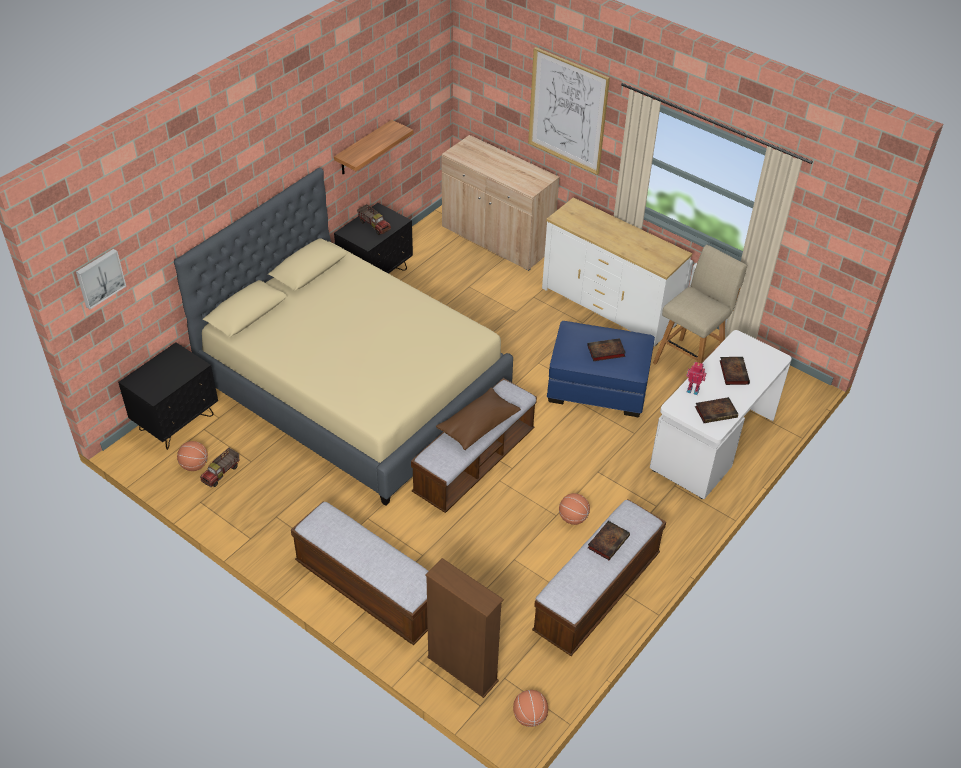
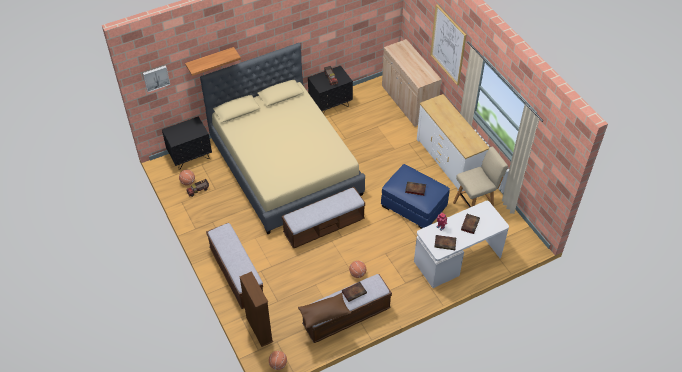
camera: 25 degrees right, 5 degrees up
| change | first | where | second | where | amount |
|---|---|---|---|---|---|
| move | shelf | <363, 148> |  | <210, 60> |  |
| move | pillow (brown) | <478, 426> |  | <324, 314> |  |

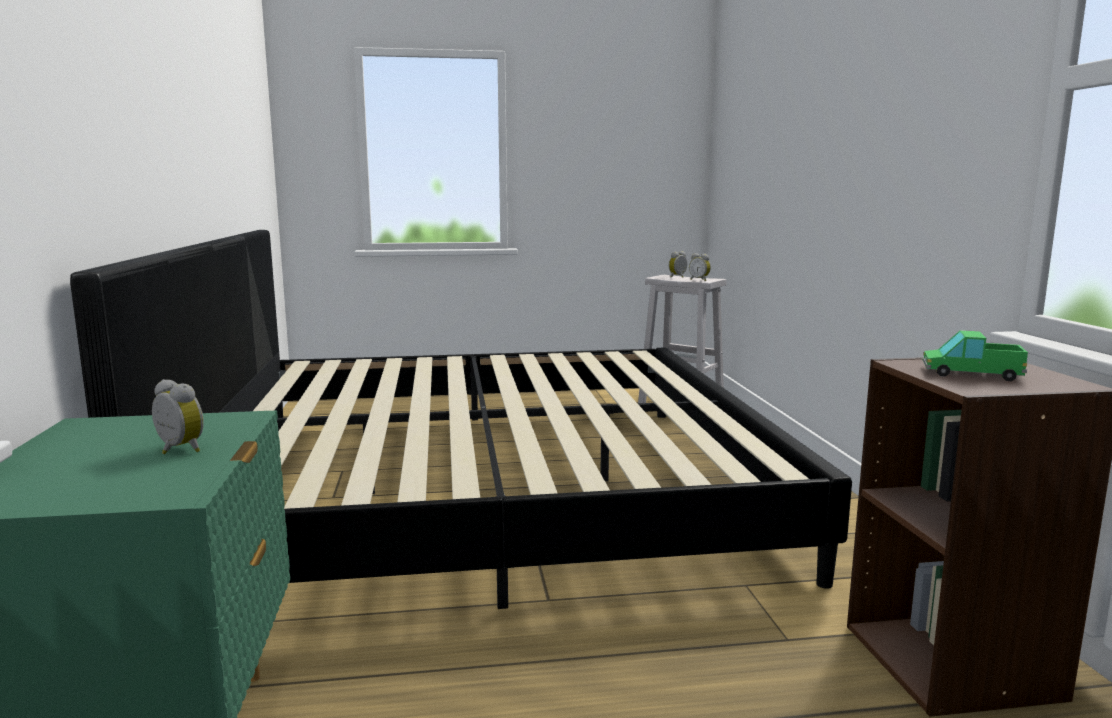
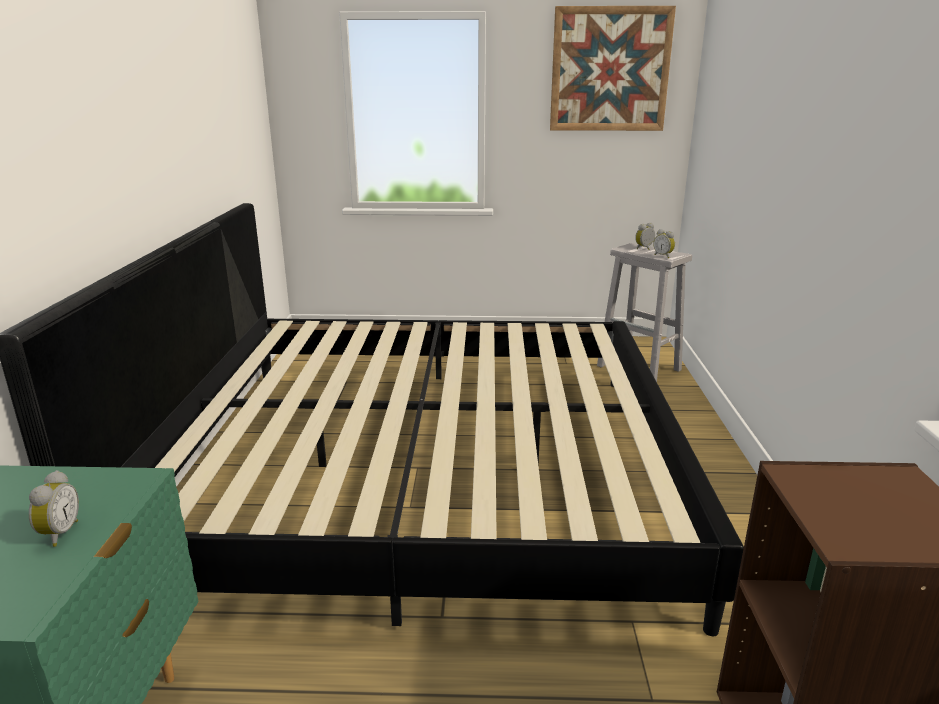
camera: 10 degrees right, 10 degrees up
| change | first | where | second | where | amount |
|---|---|---|---|---|---|
| rotate | alarm clock | <177, 450> |  | <58, 534> | 45 degrees clockwise |
| insert |  |  | picture | <610, 70> |  |
| delete | toy truck | <971, 374> |  |  |  |

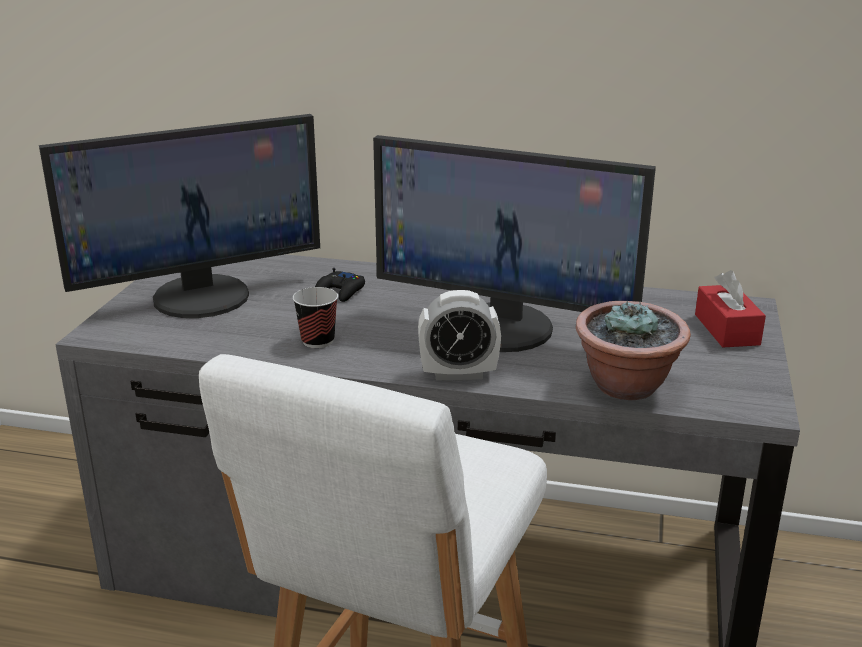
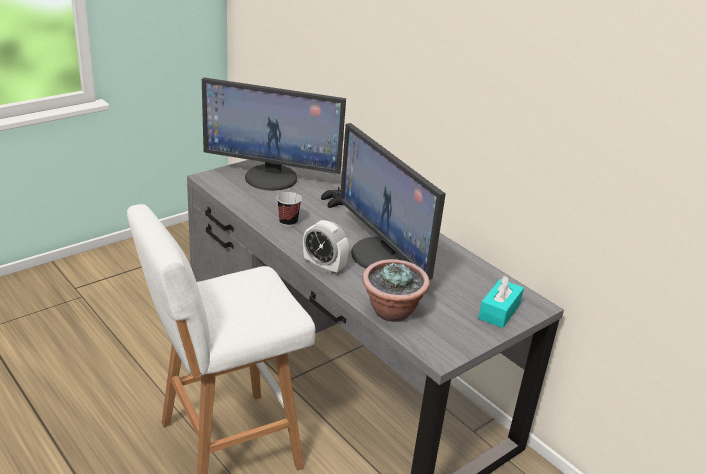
camera: 35 degrees right, 5 degrees up
| change | first | where | second | where | amount |
|---|---|---|---|---|---|
| recolor | tissue box (red) | <726, 329> | tissue box (turquoise) | <499, 311> |  |

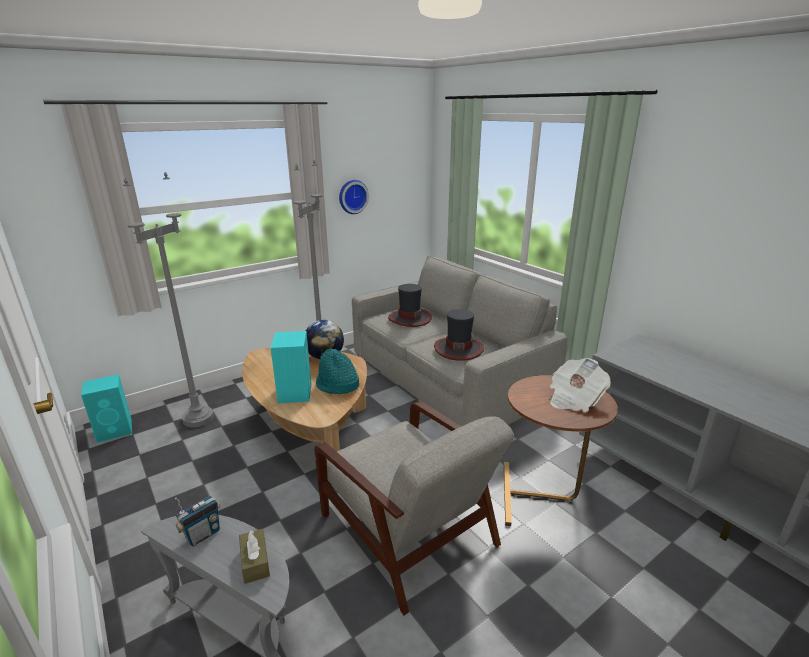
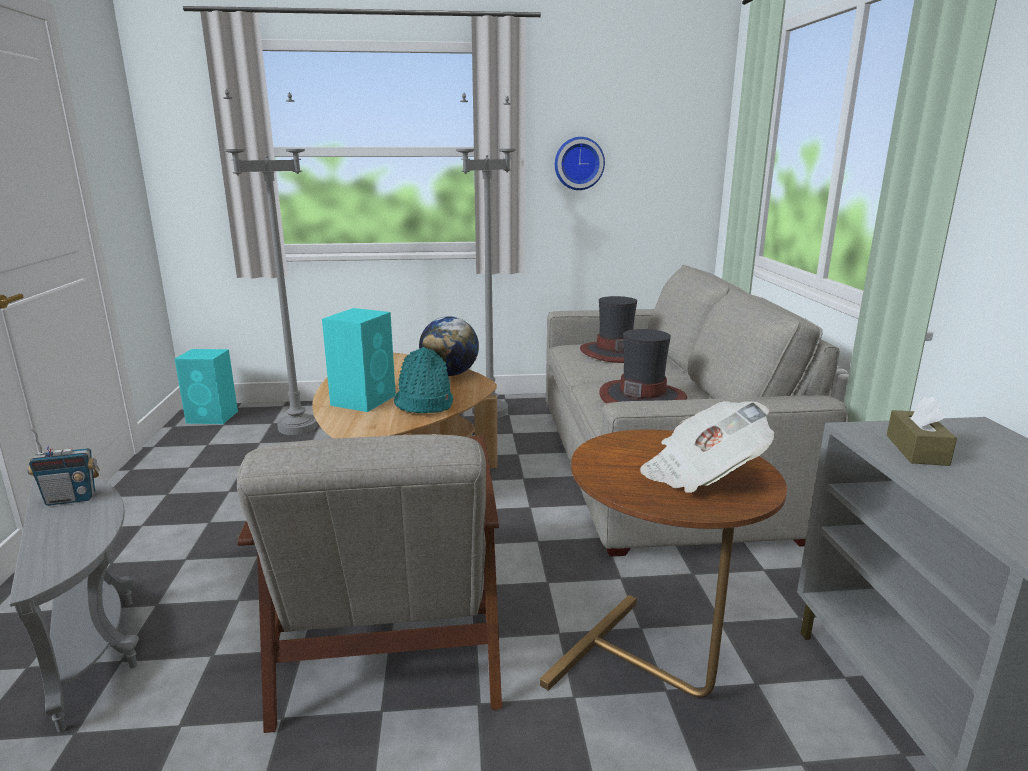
camera: 30 degrees right, 5 degrees down
| change | first | where | second | where | amount |
|---|---|---|---|---|---|
| move | tissue box (brown) | <255, 562> |  | <916, 450> |  |

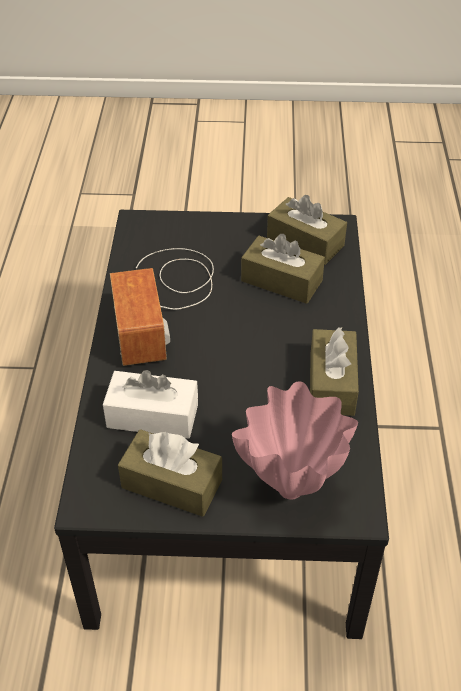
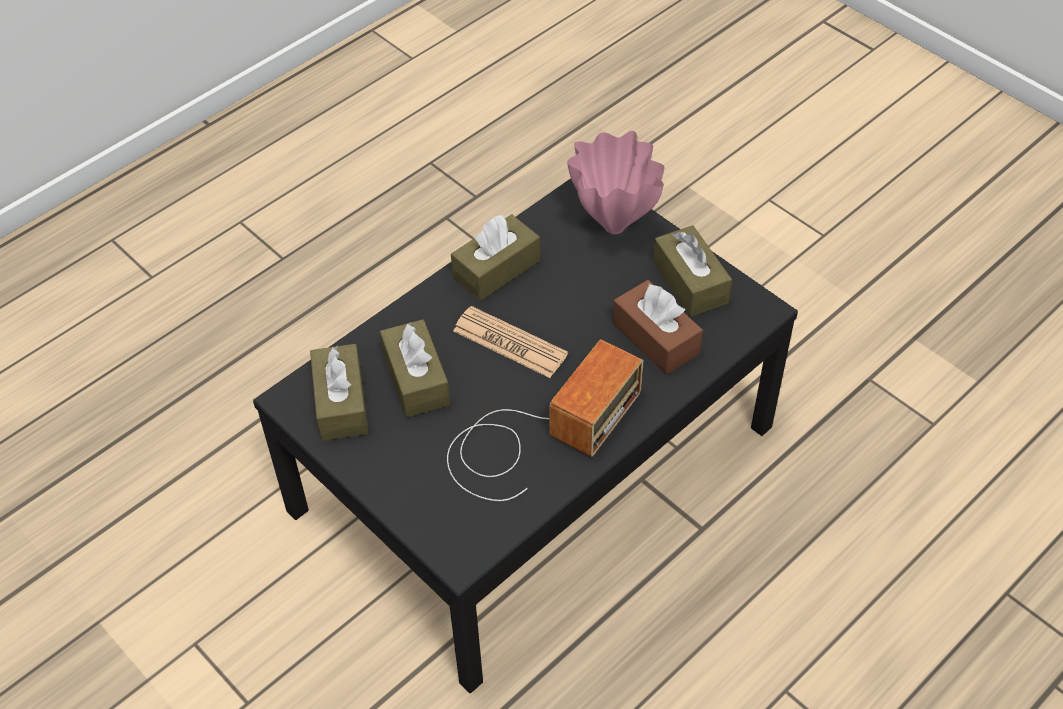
camera: 135 degrees left, 5 degrees up
| change | first | where | second | where | amount |
|---|---|---|---|---|---|
| insert |  |  | newspaper | <510, 343> |  |
| recolor | tissue box (white) | <152, 416> | tissue box (brown) | <655, 338> |  |

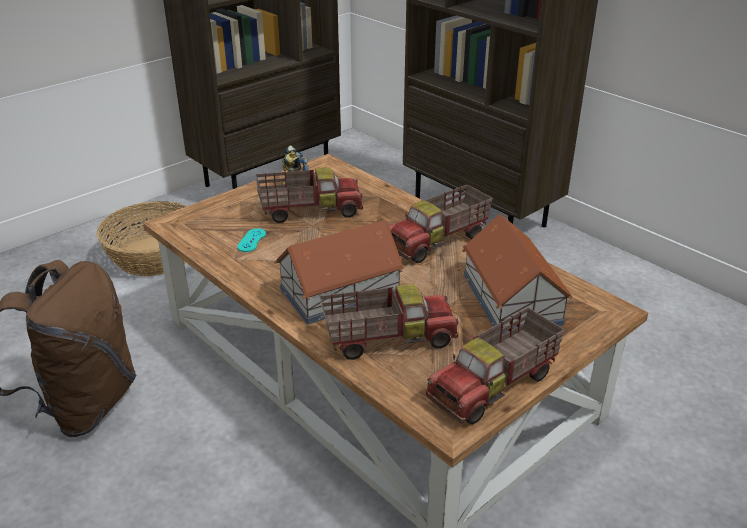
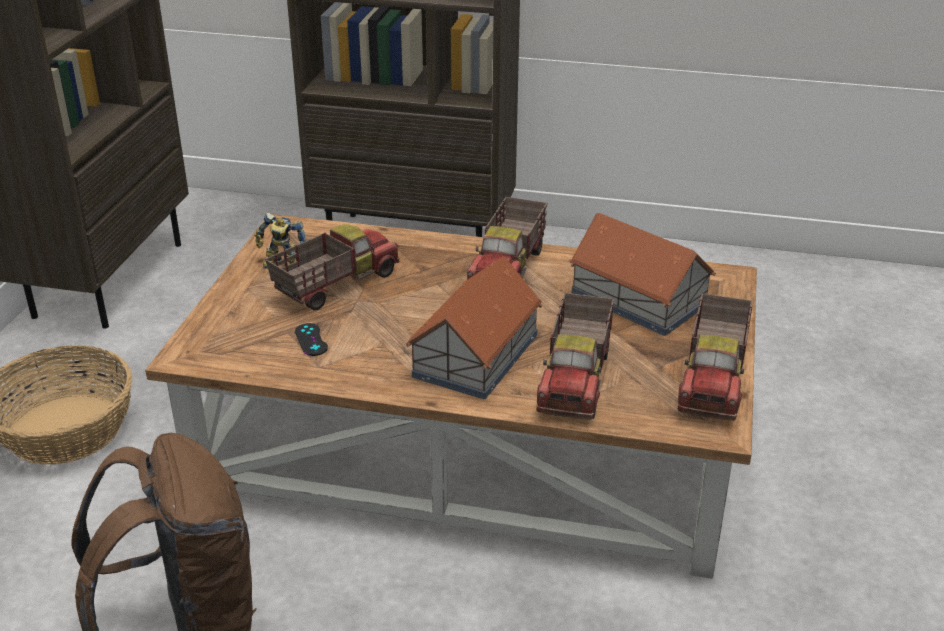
camera: 35 degrees left, 0 degrees up
| change | first | where | second | where | amount |
|---|---|---|---|---|---|
| recolor | game controller (turquoise) | <251, 240> | game controller (black) | <311, 340> |  |
| rotate | toy truck | <388, 339> |  | <577, 380> | 150 degrees clockwise |

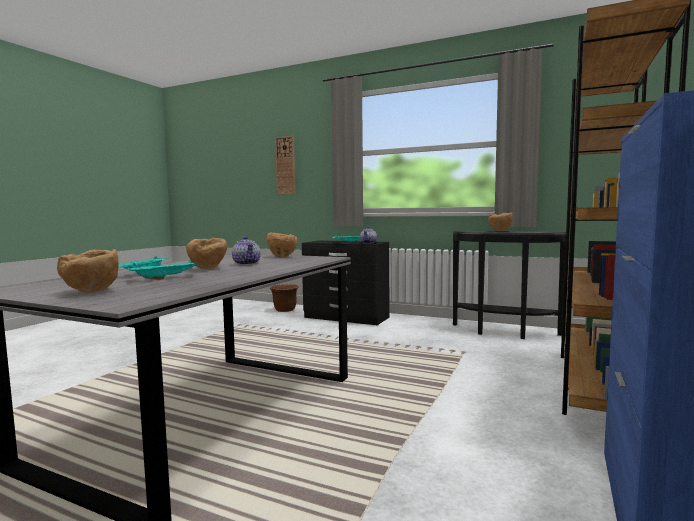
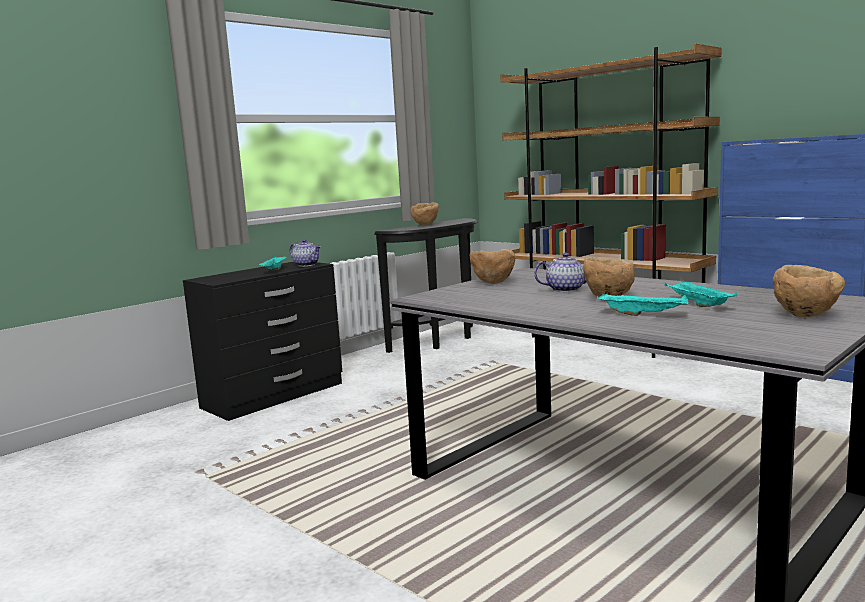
camera: 70 degrees left, 5 degrees up
| change | first | where | second | where | amount |
|---|---|---|---|---|---|
| delete | planter (brown) | <285, 310> |  |  |  |
| delete | wall clock | <285, 165> |  |  |  |

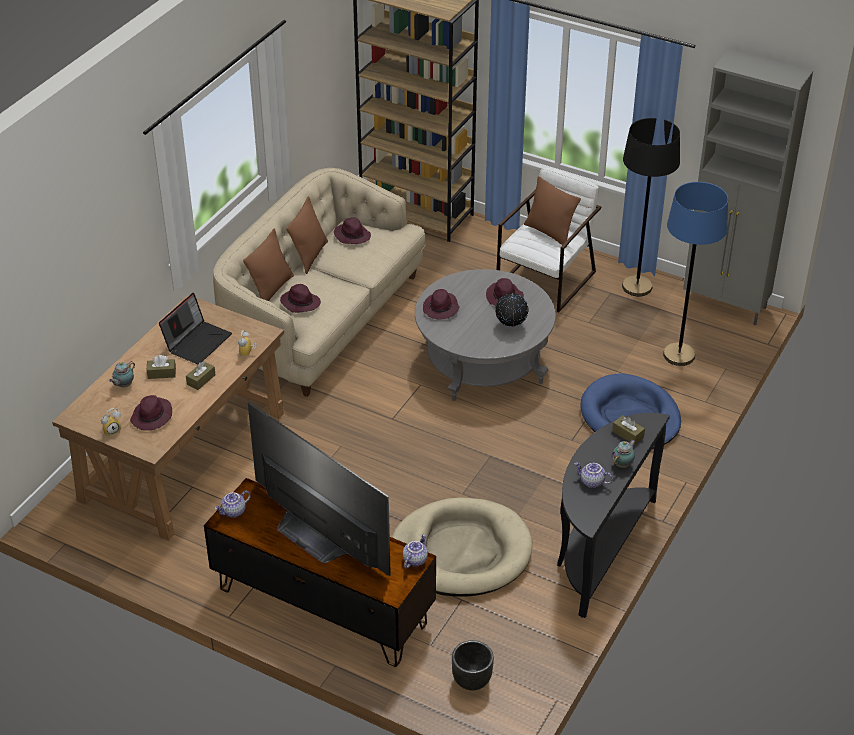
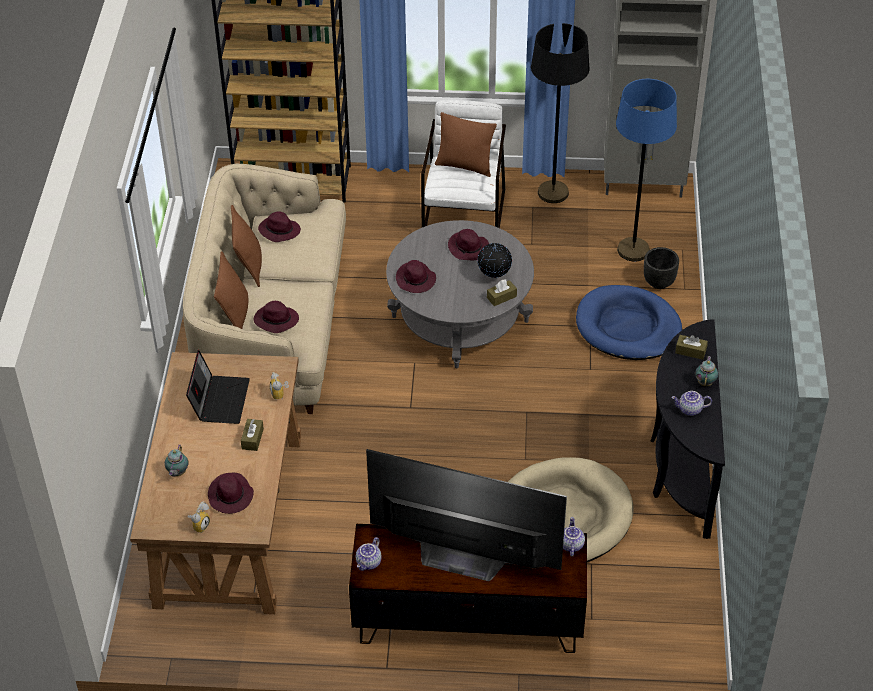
camera: 25 degrees left, 5 degrees up
| change | first | where | second | where | amount |
|---|---|---|---|---|---|
| move | tissue box (brown) | <161, 373> |  | <501, 297> |  |
| move | planter (black) | <471, 681> |  | <658, 283> |  |

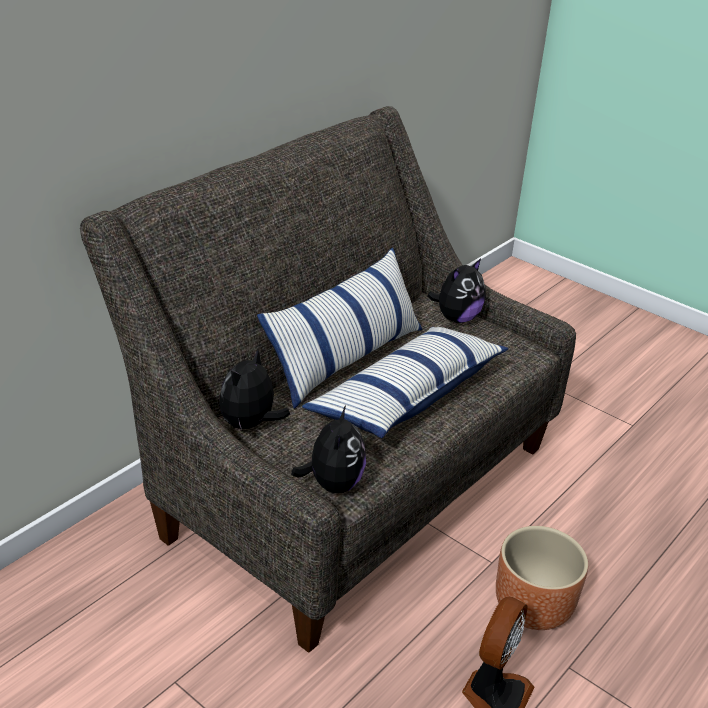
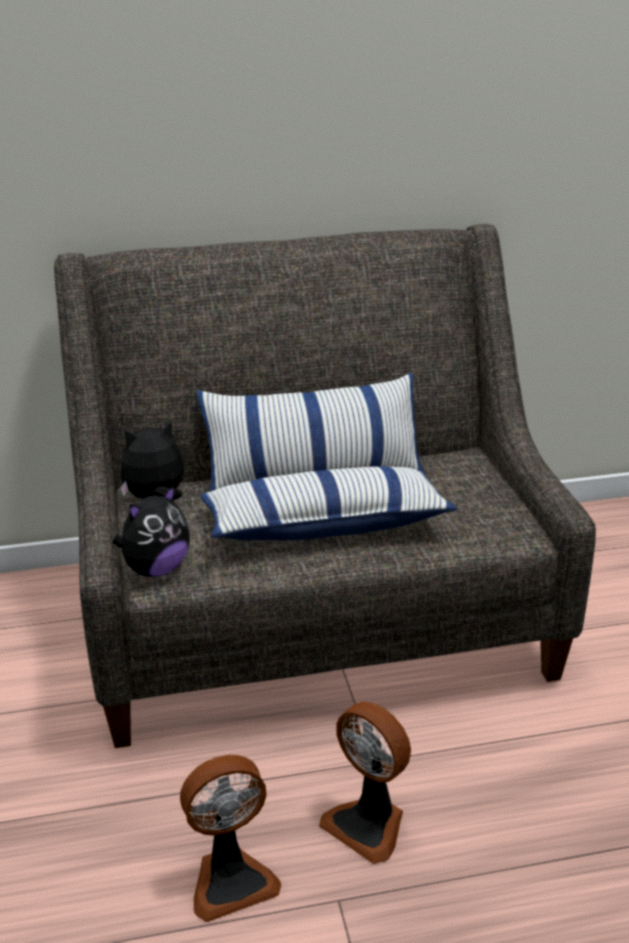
camera: 40 degrees right, 5 degrees down
| change | first | where | second | where | amount |
|---|---|---|---|---|---|
| replace | planter (brown) | <533, 607> | fan | <368, 824> |  |
| delete | plush toy | <456, 318> |  |  |  |

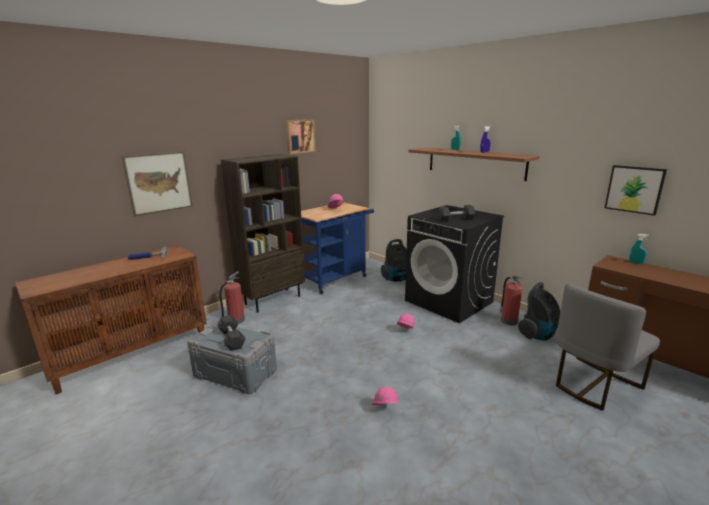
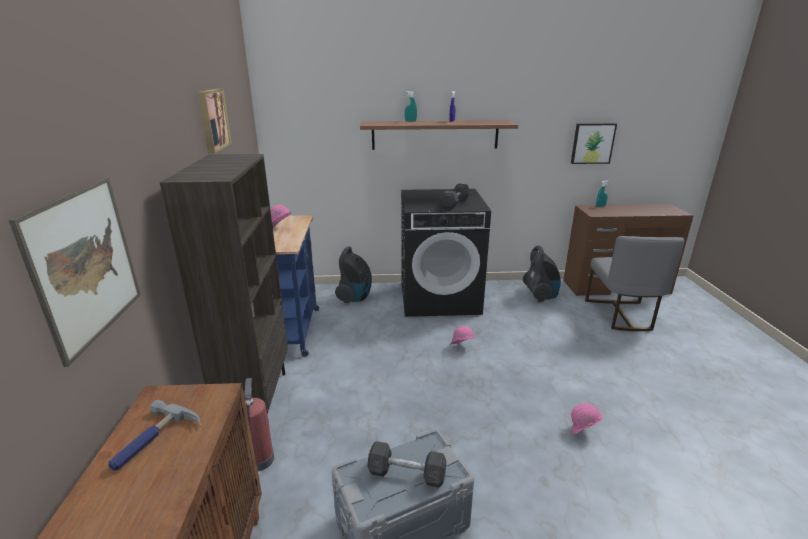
camera: 50 degrees left, 5 degrees up
| change | first | where | second | where | amount |
|---|---|---|---|---|---|
| delete | fire extinguisher | <508, 320> |  |  |  |

